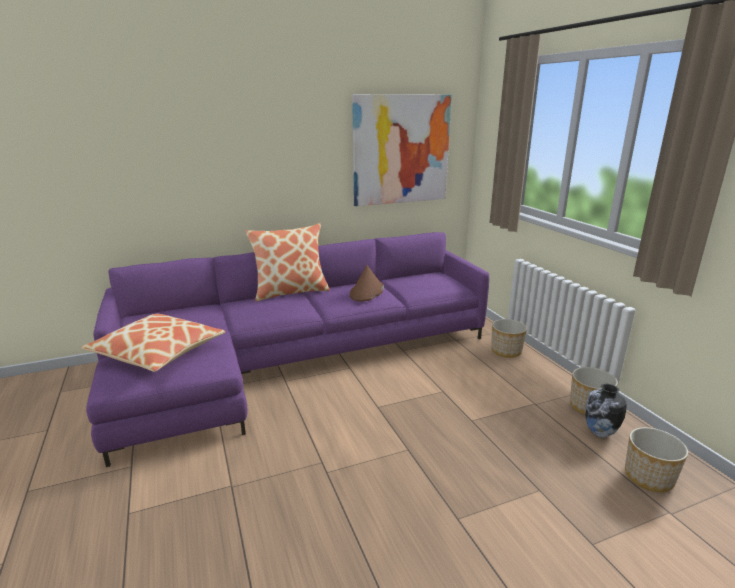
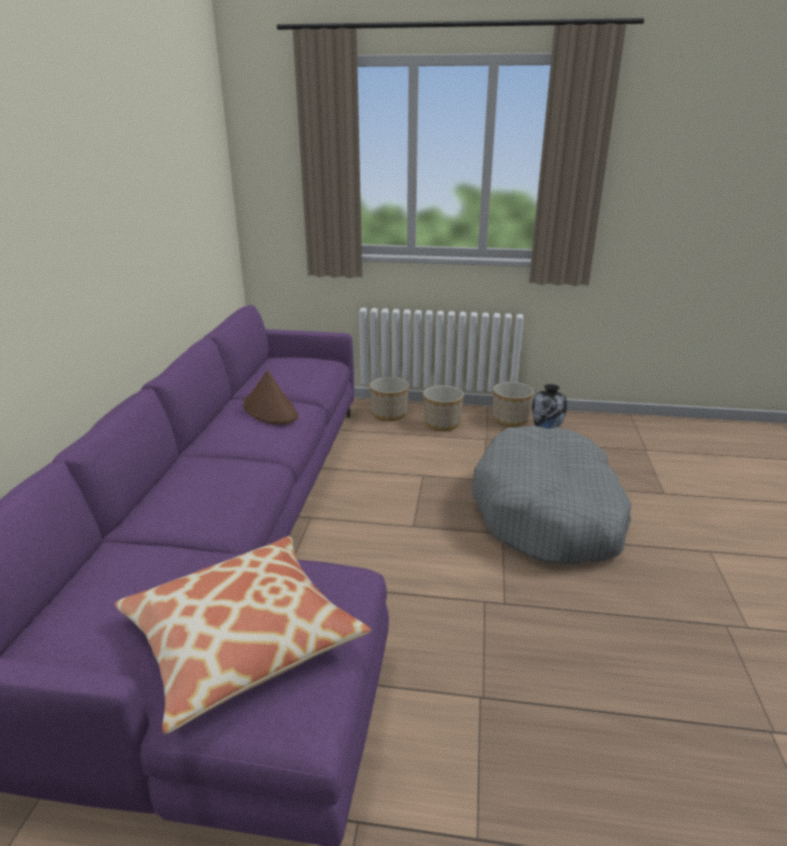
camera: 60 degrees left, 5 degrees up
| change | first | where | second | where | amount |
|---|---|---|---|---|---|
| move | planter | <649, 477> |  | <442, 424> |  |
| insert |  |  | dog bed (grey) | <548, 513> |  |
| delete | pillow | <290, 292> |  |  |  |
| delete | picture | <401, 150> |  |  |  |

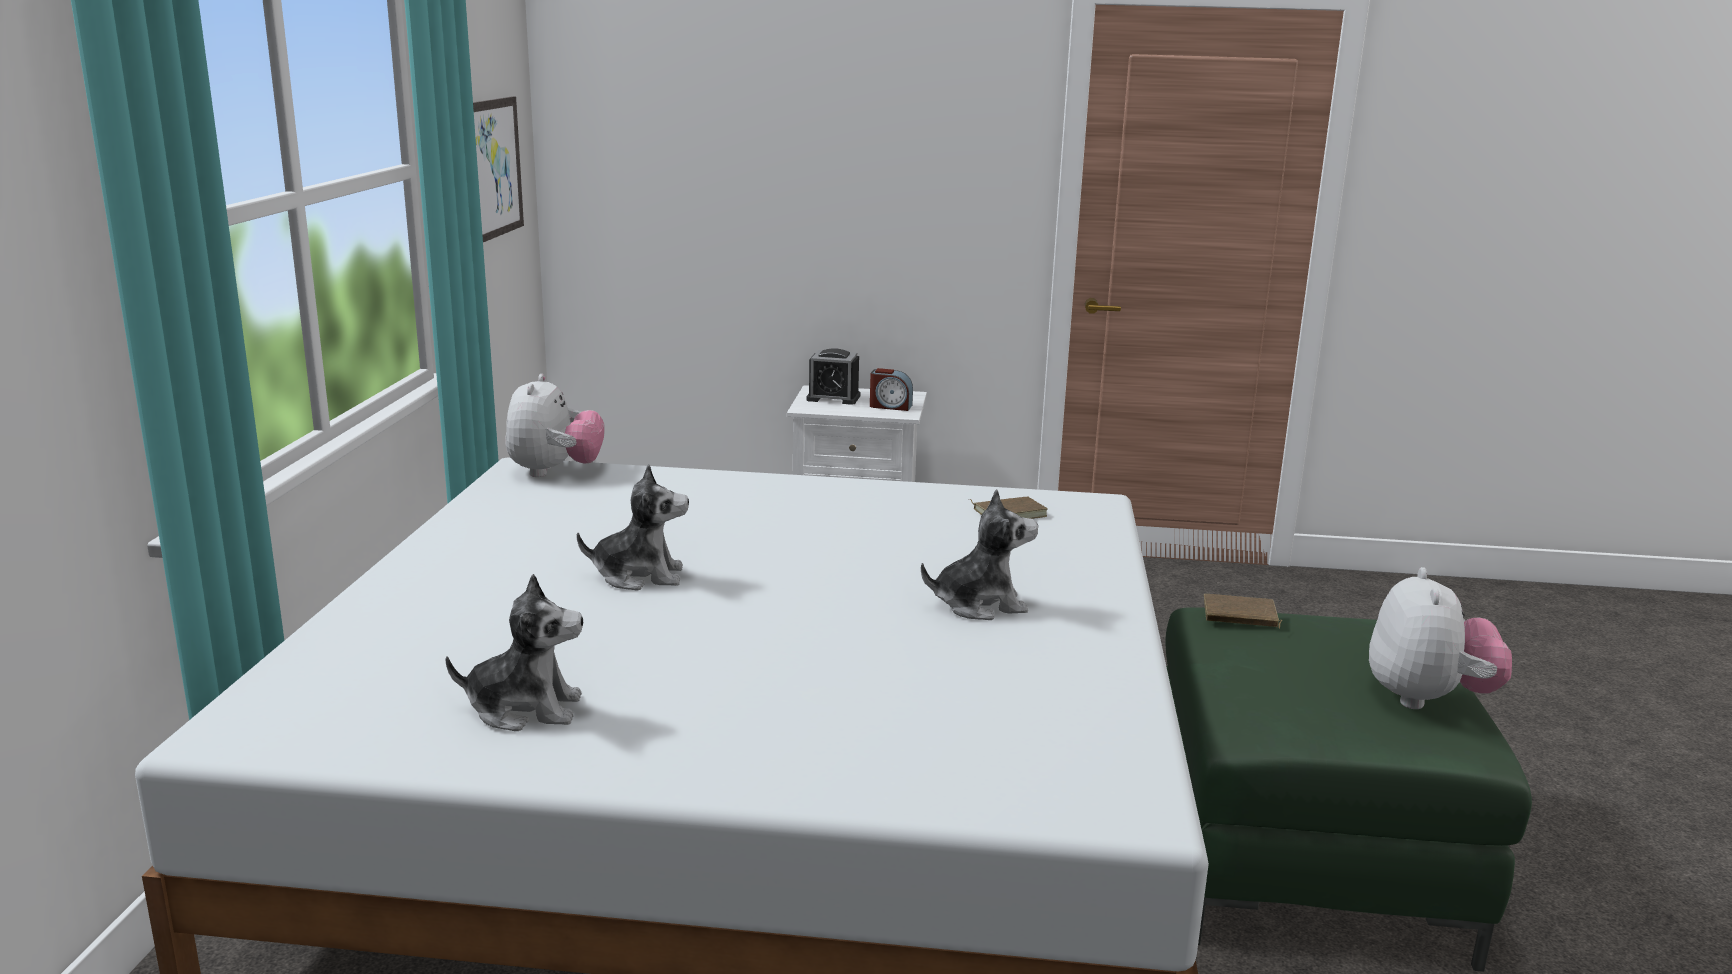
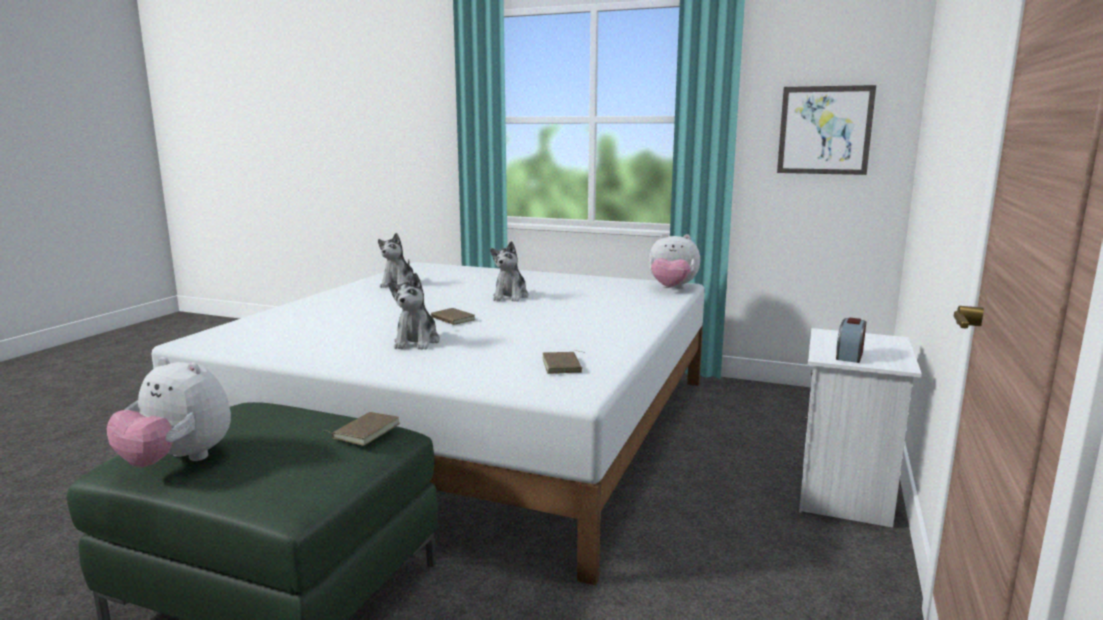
camera: 105 degrees right, 5 degrees down
| change | first | where | second | where | amount |
|---|---|---|---|---|---|
| insert |  |  | book (brown) | <451, 319> |  |
| delete | alarm clock | <833, 398> |  |  |  |

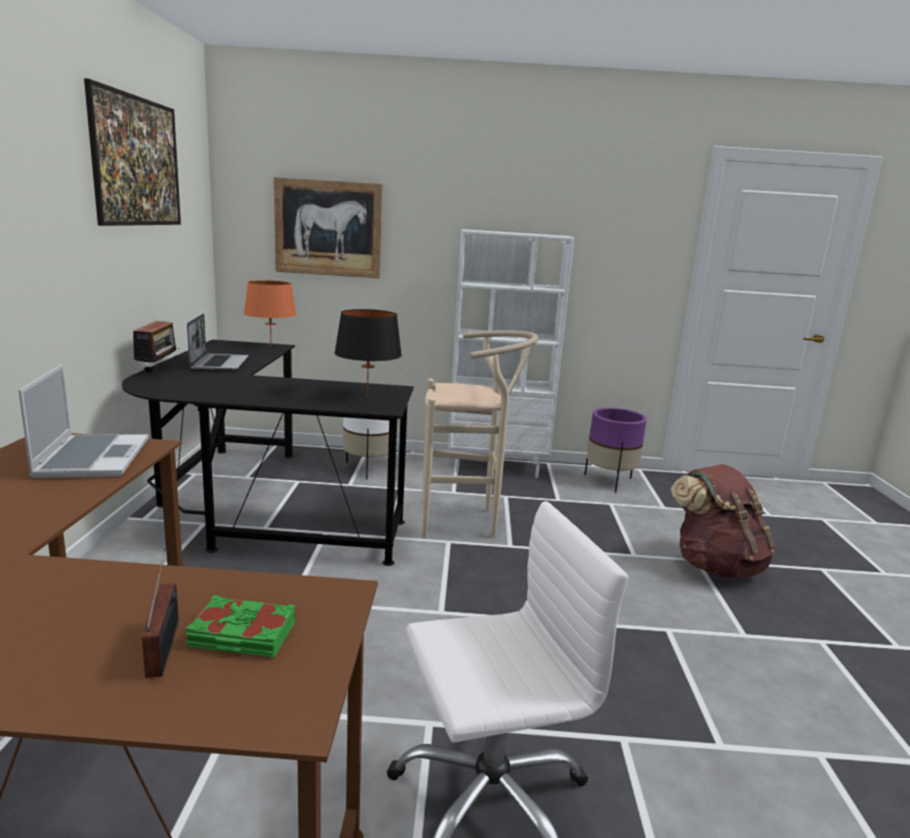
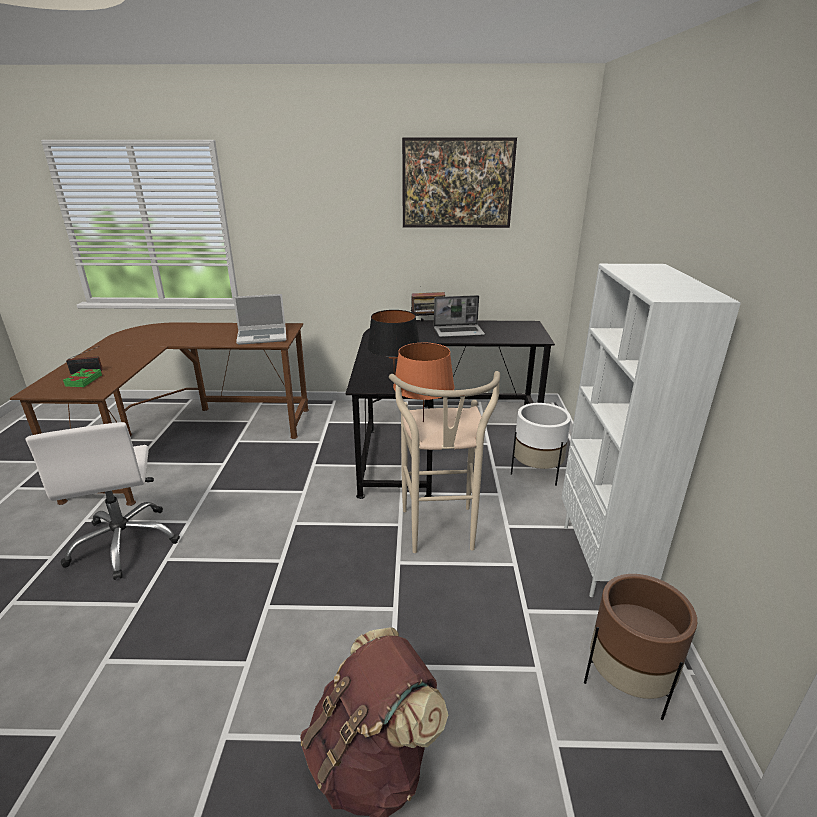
camera: 90 degrees right, 10 degrees up
| change | first | where | second | where | amount |
|---|---|---|---|---|---|
| move | table lamp (orange) | <270, 347> |  | <423, 421> |  |
| recolor | planter (purple) | <610, 481> | planter (brown) | <626, 684> |  |
| delete | picture | <328, 228> |  |  |  |

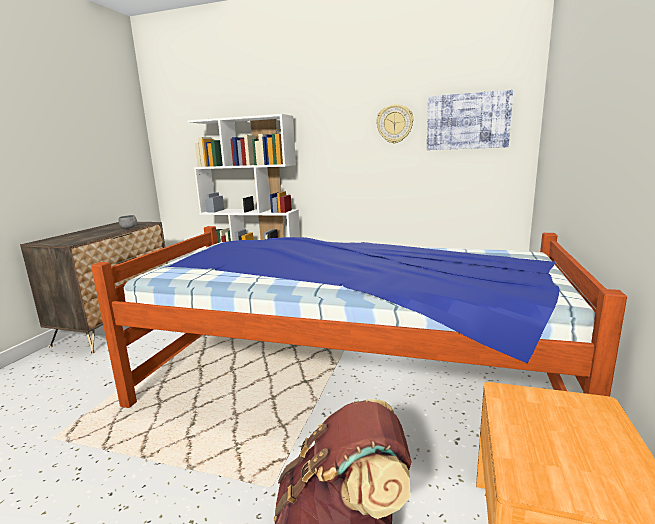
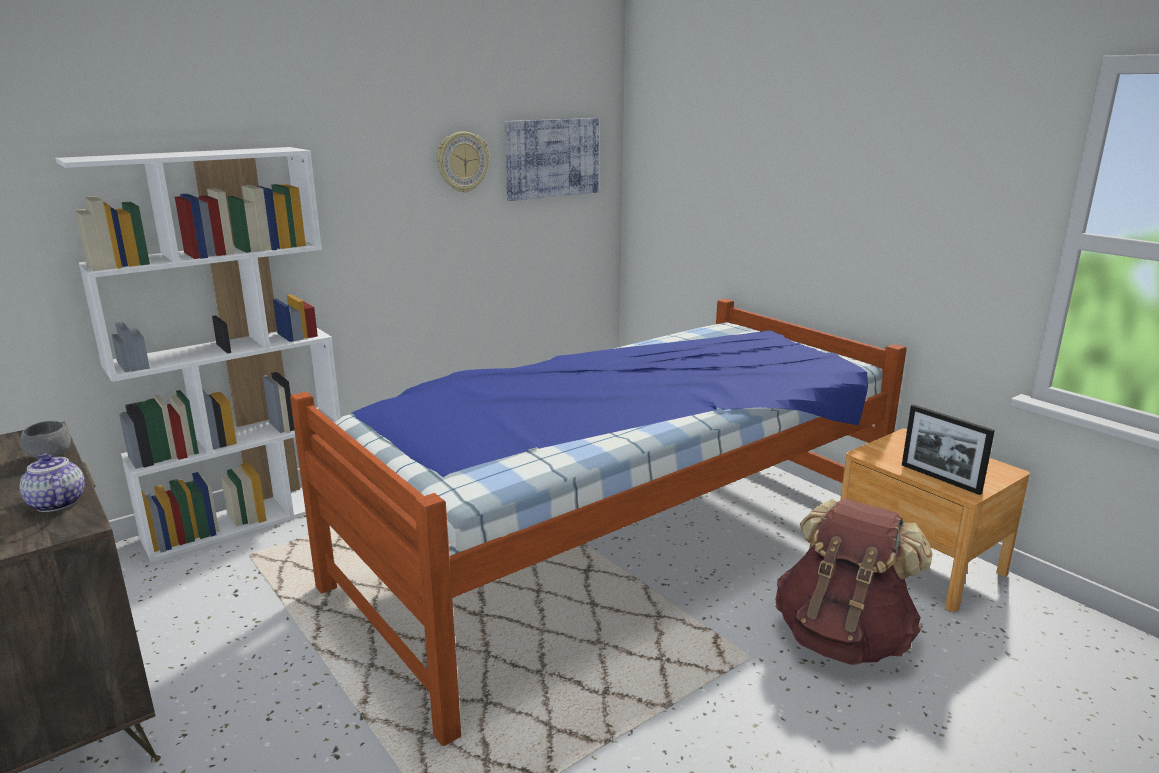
camera: 55 degrees left, 5 degrees up
| change | first | where | second | where | amount |
|---|---|---|---|---|---|
| insert |  |  | teapot | <56, 503> |  |
| insert |  |  | picture frame | <940, 479> |  |

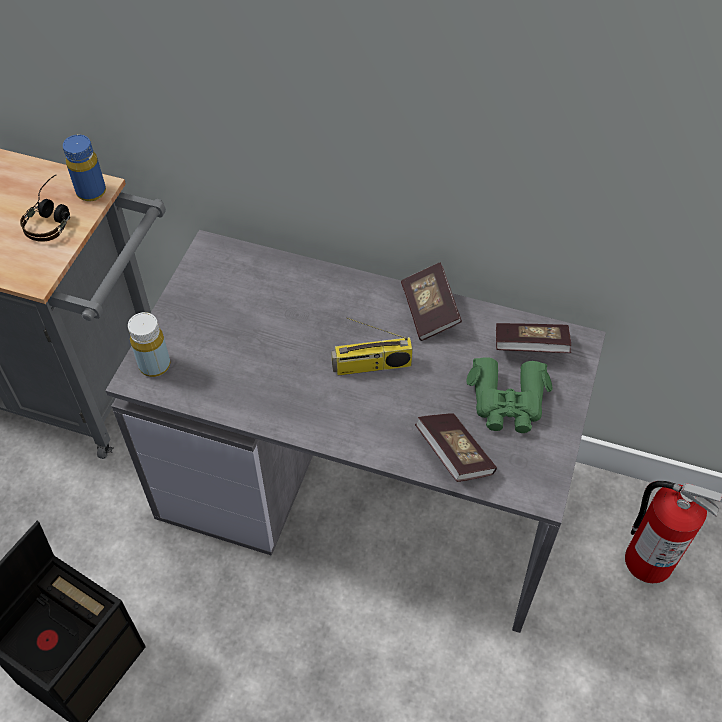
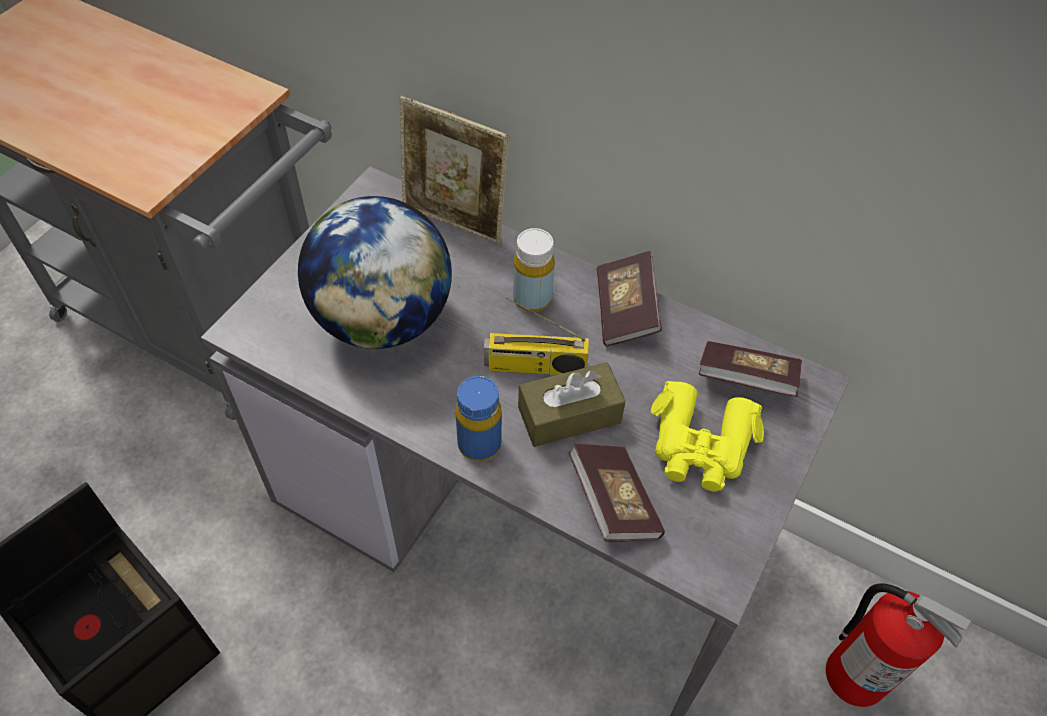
camera: 10 degrees right, 0 degrees up
| change | first | where | second | where | amount |
|---|---|---|---|---|---|
| insert |  |  | globe | <383, 319> |  |
| insert |  |  | picture frame | <455, 221> |  |
| move | bottle (blue) | <91, 192> |  | <479, 444> |  |
| move | bottle (yellow) | <154, 365> |  | <532, 298> |  |
| insert |  |  | tissue box (brown) | <569, 415> |  |
| recolor | binoculars (green) | <507, 402> | binoculars (yellow) | <700, 445> |  |
| delete | headphones | <52, 217> |  |  |  |

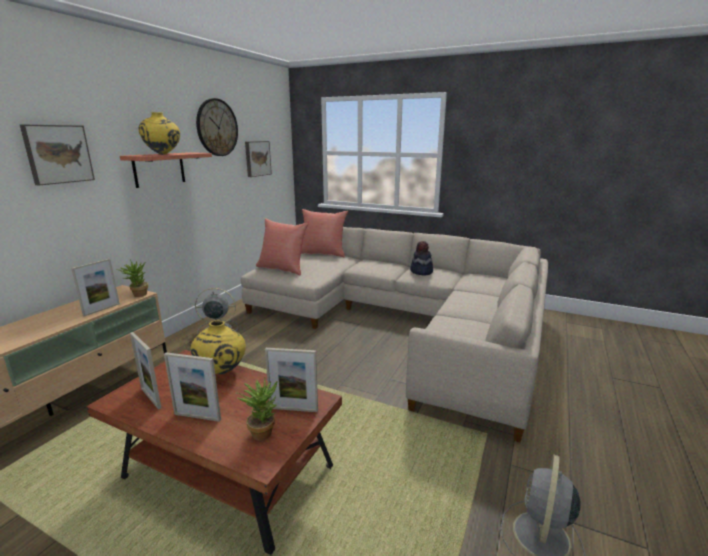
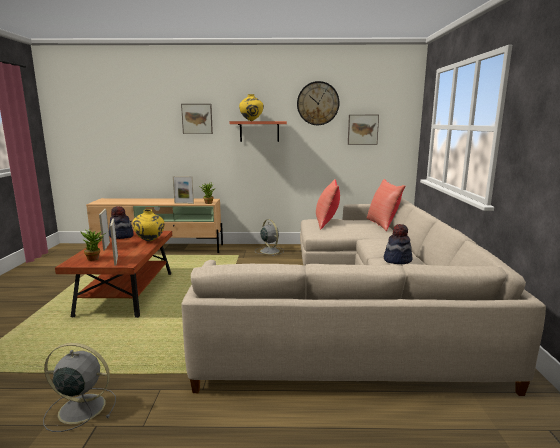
camera: 65 degrees right, 5 degrees down
| change | first | where | second | where | amount |
|---|---|---|---|---|---|
| replace | picture frame | <151, 398> | hat | <121, 236> |  |

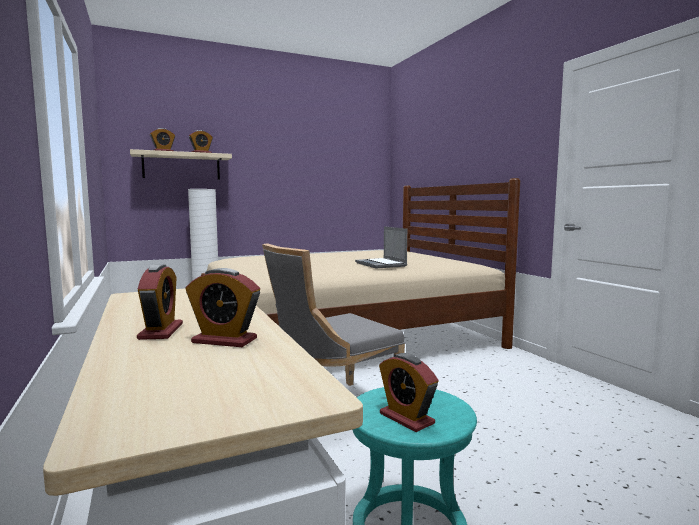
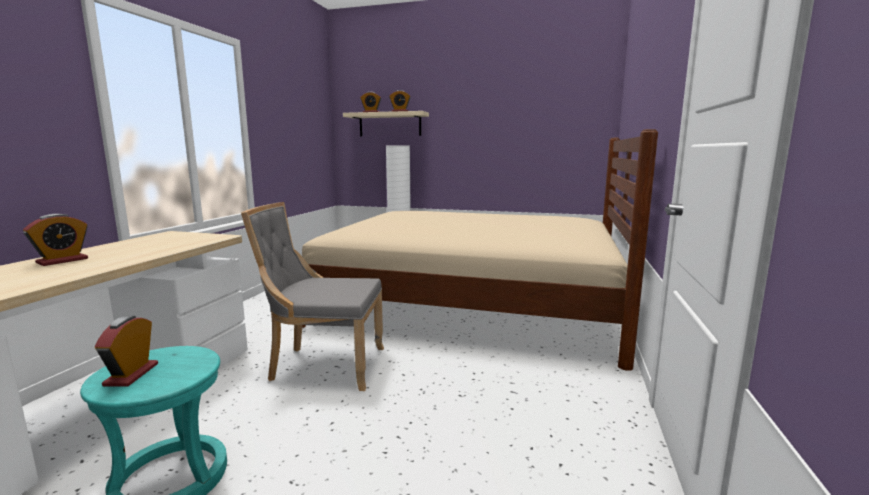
camera: 40 degrees right, 5 degrees up
| change | first | where | second | where | amount |
|---|---|---|---|---|---|
| delete | alarm clock | <224, 340> |  |  |  |
| delete | laptop | <381, 264> |  |  |  |

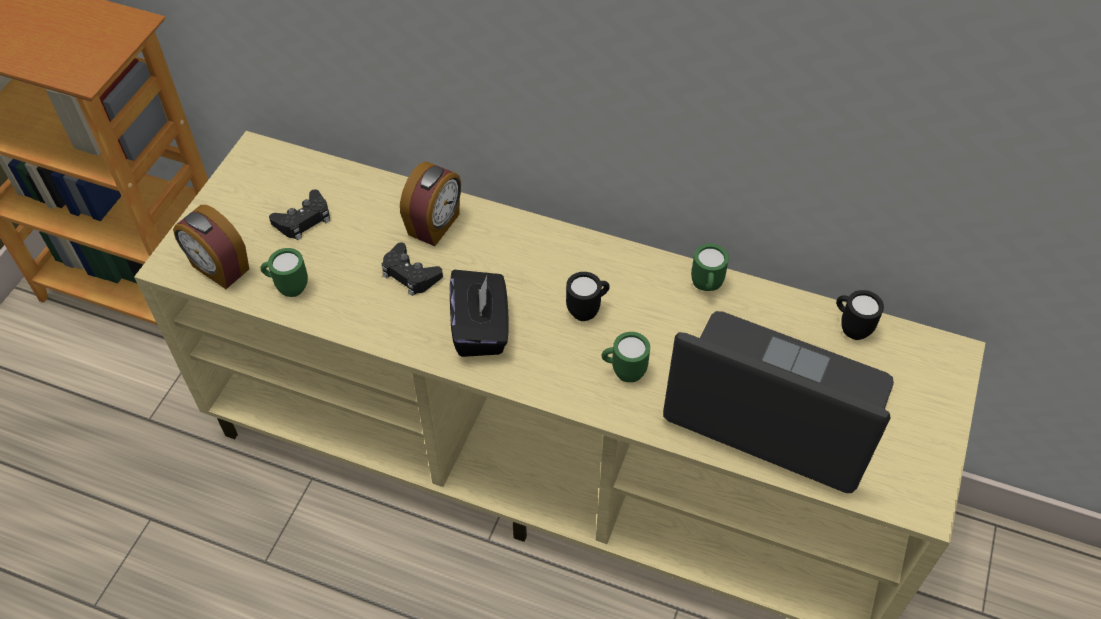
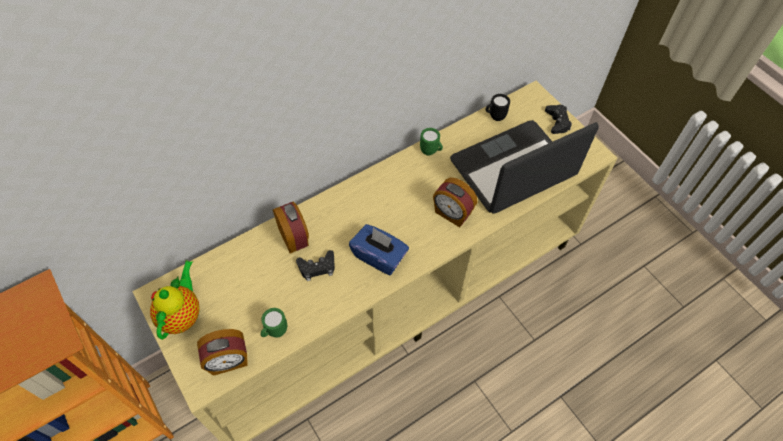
camera: 55 degrees left, 5 degrees up
| change | first | where | second | where | amount |
|---|---|---|---|---|---|
| insert |  |  | teapot | <182, 314> |  |
| recolor | tissue box (black) | <481, 329> | tissue box (blue) | <379, 256> |  |
| replace | mug (green) | <623, 372> | alarm clock | <452, 214> |  |
| move | game controller (black) | <303, 220> |  | <557, 122> |  |
| delete | mug (black) | <587, 310> |  |  |  |

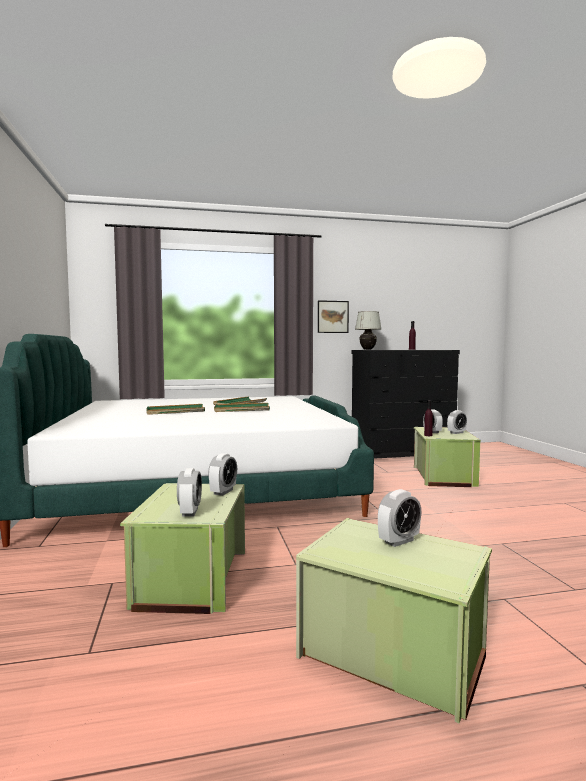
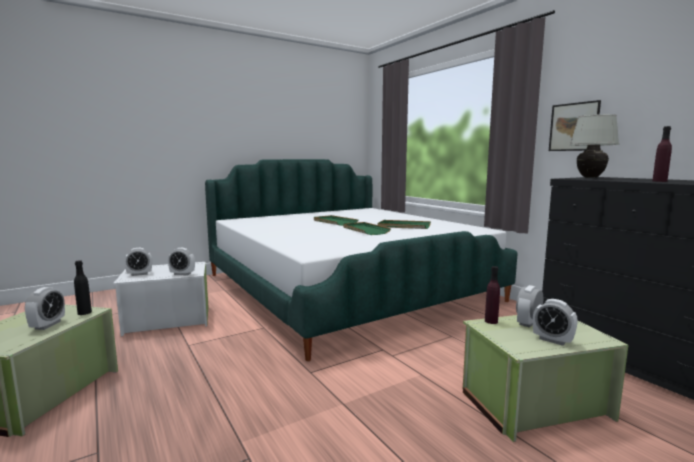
camera: 70 degrees right, 5 degrees up
| change | first | where | second | where | amount |
|---|---|---|---|---|---|
| rotate | alarm clock | <399, 541> |  | <48, 325> | 120 degrees counterclockwise |
| insert |  |  | bottle (black) | <84, 312> |  |
| recolor | storage box (green) | <190, 579> | storage box (white) | <167, 319> |  |

